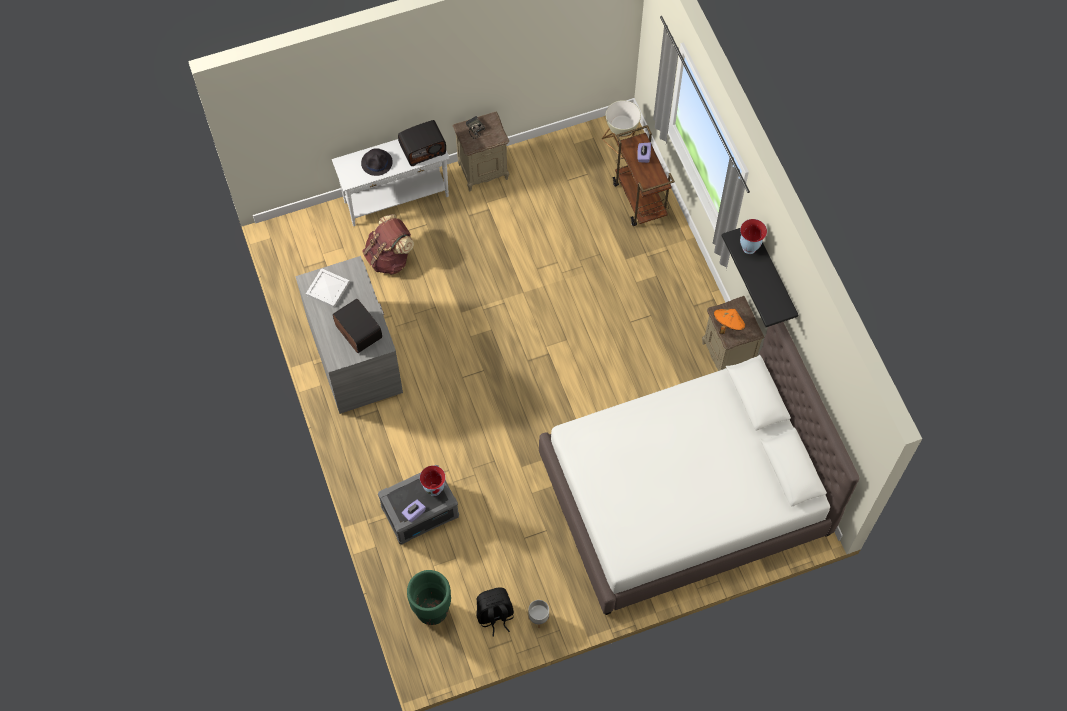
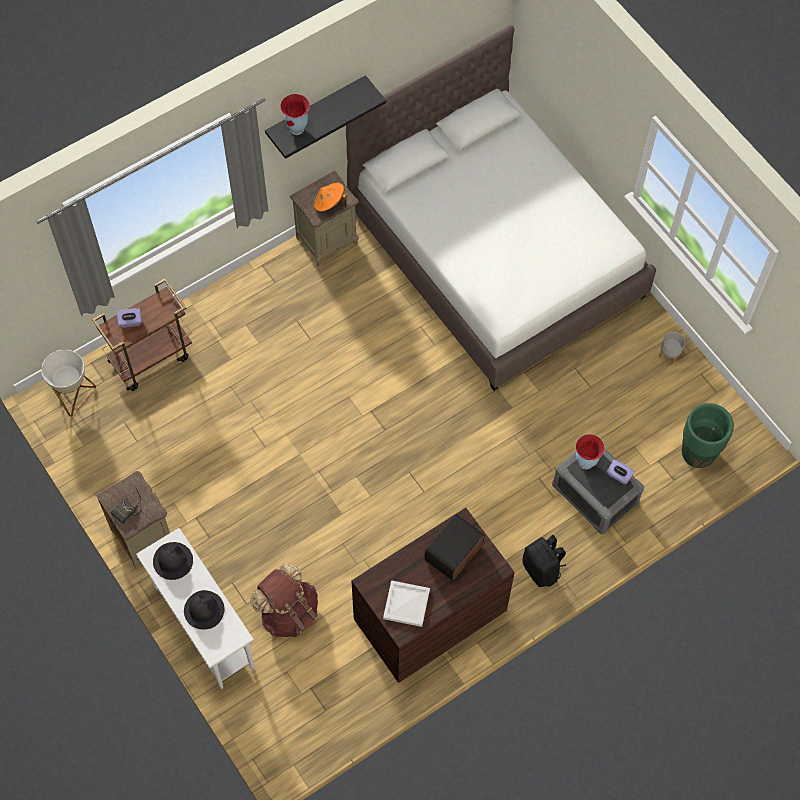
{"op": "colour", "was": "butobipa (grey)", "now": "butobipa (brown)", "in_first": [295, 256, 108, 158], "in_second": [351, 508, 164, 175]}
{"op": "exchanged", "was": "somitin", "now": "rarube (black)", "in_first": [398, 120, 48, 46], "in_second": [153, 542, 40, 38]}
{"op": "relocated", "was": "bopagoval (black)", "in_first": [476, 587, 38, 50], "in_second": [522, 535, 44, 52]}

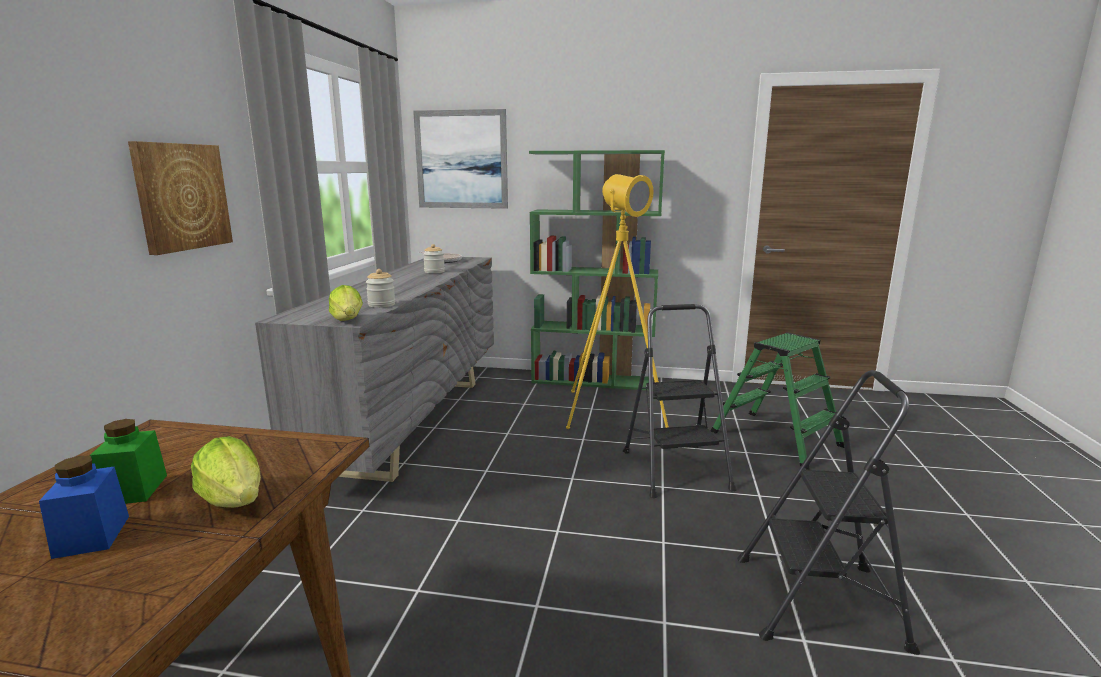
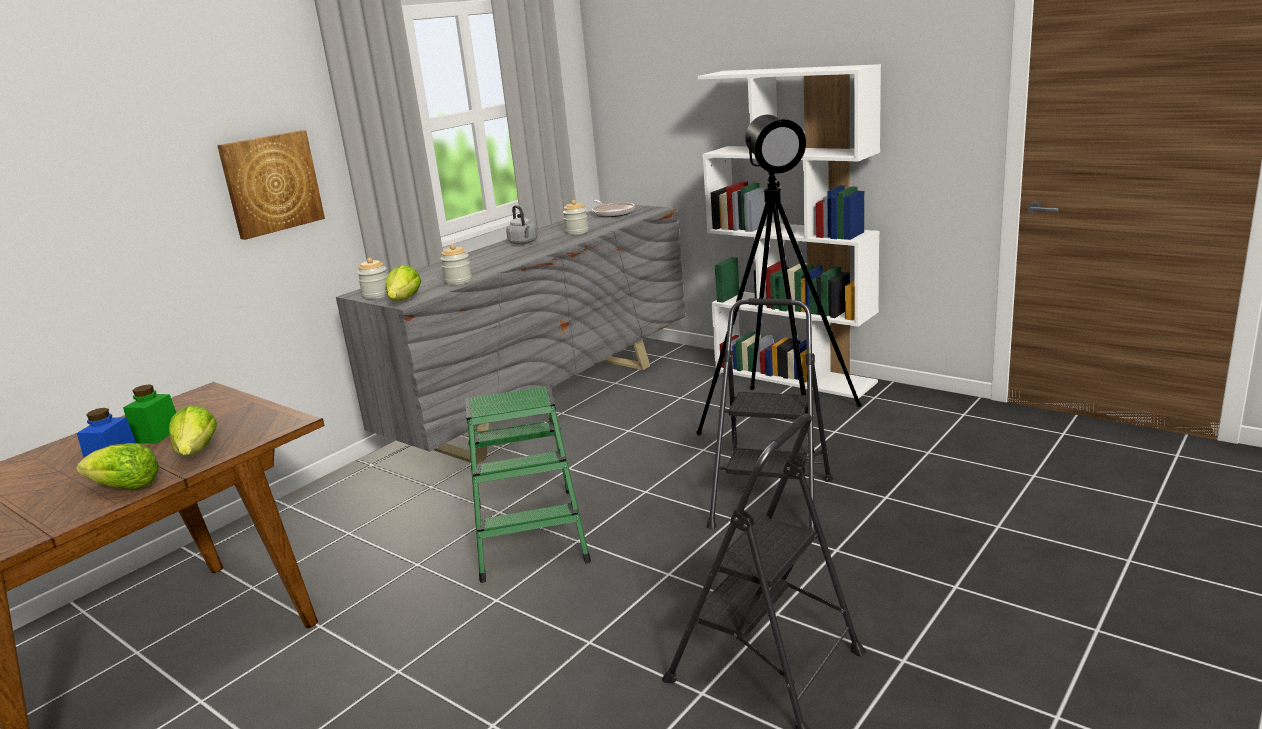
{"op": "missing", "was": "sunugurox", "in_first": [413, 109, 95, 100]}
{"op": "colour", "was": "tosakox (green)", "now": "tosakox (white)", "in_first": [529, 150, 136, 241], "in_second": [698, 64, 183, 335]}
{"op": "colour", "was": "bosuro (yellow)", "now": "bosuro (black)", "in_first": [566, 174, 103, 255], "in_second": [696, 115, 165, 338]}
{"op": "relocated", "was": "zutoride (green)", "in_first": [710, 332, 135, 138], "in_second": [465, 385, 126, 198]}
{"op": "appeared", "now": "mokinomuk", "in_second": [76, 443, 83, 46]}
{"op": "appeared", "now": "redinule", "in_second": [357, 258, 30, 41]}
{"op": "appeared", "now": "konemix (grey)", "in_second": [506, 205, 32, 40]}

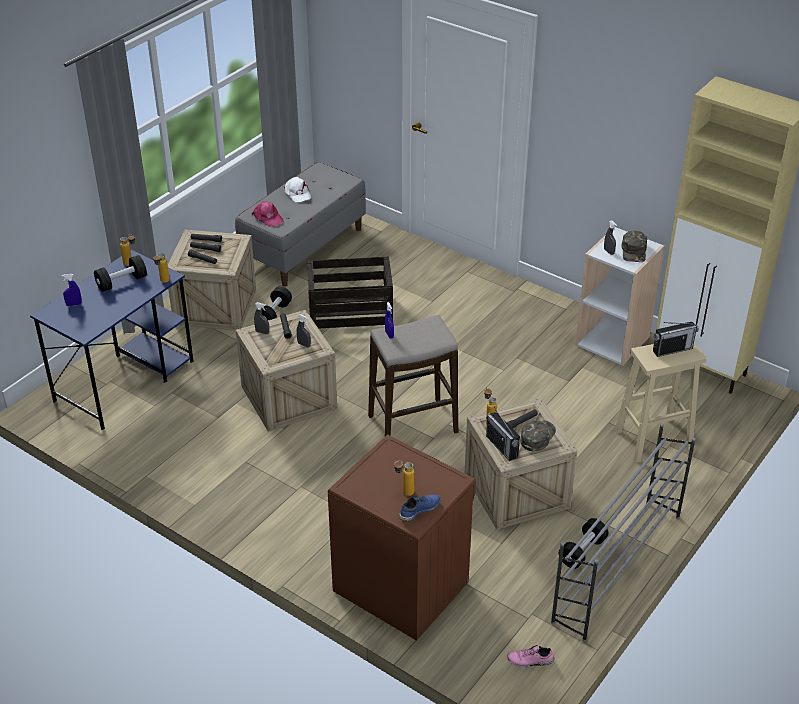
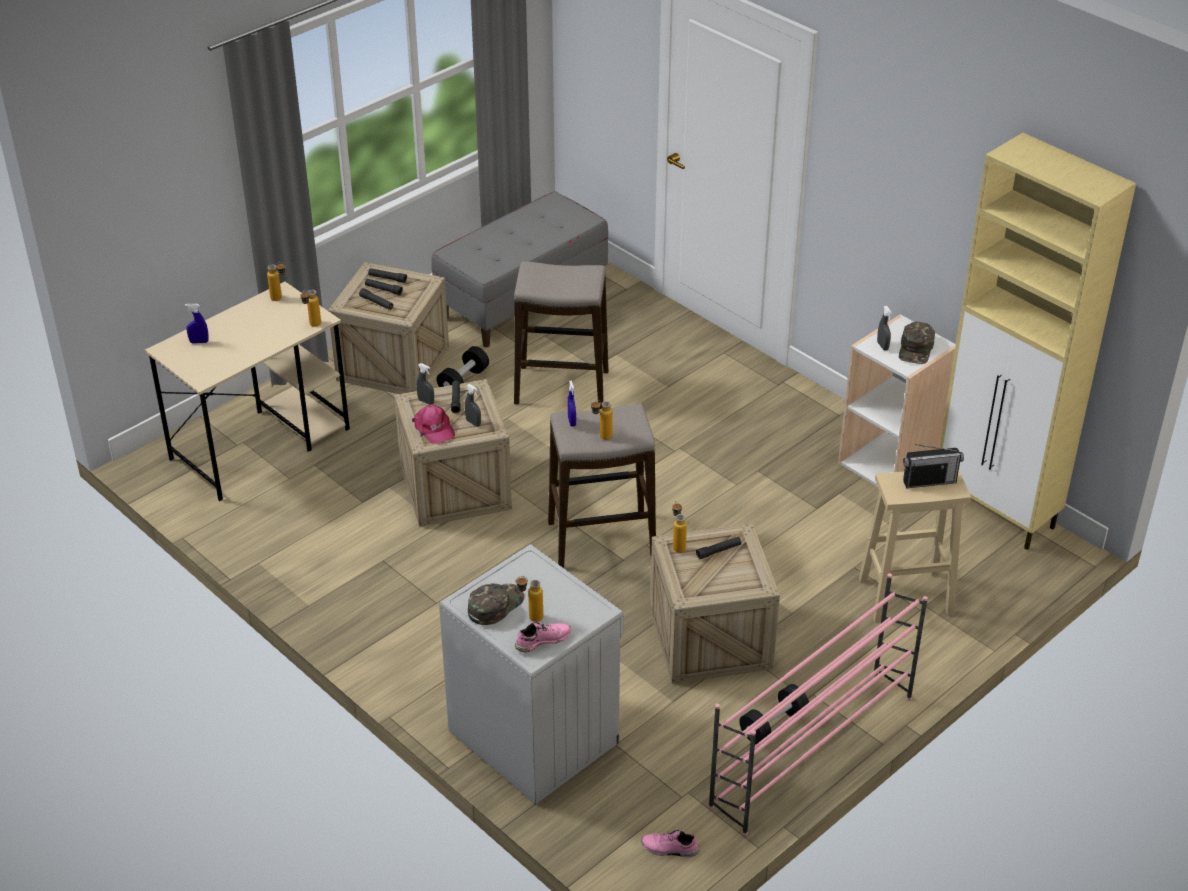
{"op": "colour", "was": "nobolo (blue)", "now": "nobolo (beige)", "in_first": [30, 250, 163, 180], "in_second": [145, 282, 205, 219]}
{"op": "missing", "was": "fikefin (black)", "in_first": [94, 255, 53, 37]}
{"op": "relocated", "was": "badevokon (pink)", "in_first": [252, 201, 32, 26], "in_second": [412, 404, 43, 40]}
{"op": "missing", "was": "badevokon (white)", "in_first": [284, 177, 27, 25]}
{"op": "exchanged", "was": "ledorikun", "now": "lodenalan", "in_first": [307, 257, 86, 72], "in_second": [514, 261, 95, 148]}
{"op": "colour", "was": "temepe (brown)", "now": "temepe (white)", "in_first": [328, 434, 148, 207], "in_second": [439, 544, 185, 260]}
{"op": "colour", "was": "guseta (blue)", "now": "guseta (pink)", "in_first": [399, 494, 42, 28], "in_second": [515, 622, 56, 30]}
{"op": "missing", "was": "somitin", "in_first": [486, 407, 34, 54]}
{"op": "relocated", "was": "badevokon (green)", "in_first": [520, 420, 36, 31], "in_second": [468, 583, 56, 42]}
{"op": "colour", "was": "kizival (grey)", "now": "kizival (pink)", "in_first": [551, 424, 145, 218], "in_second": [708, 573, 220, 263]}
{"op": "appeared", "now": "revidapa", "in_second": [591, 400, 22, 40]}

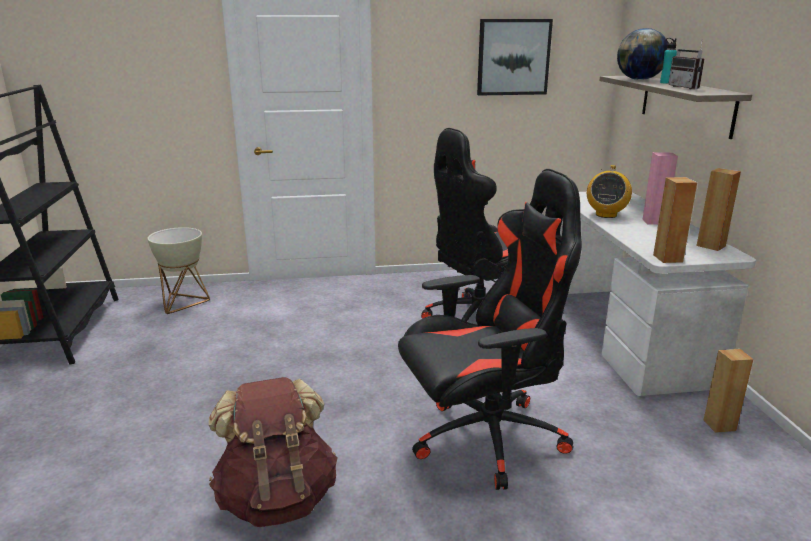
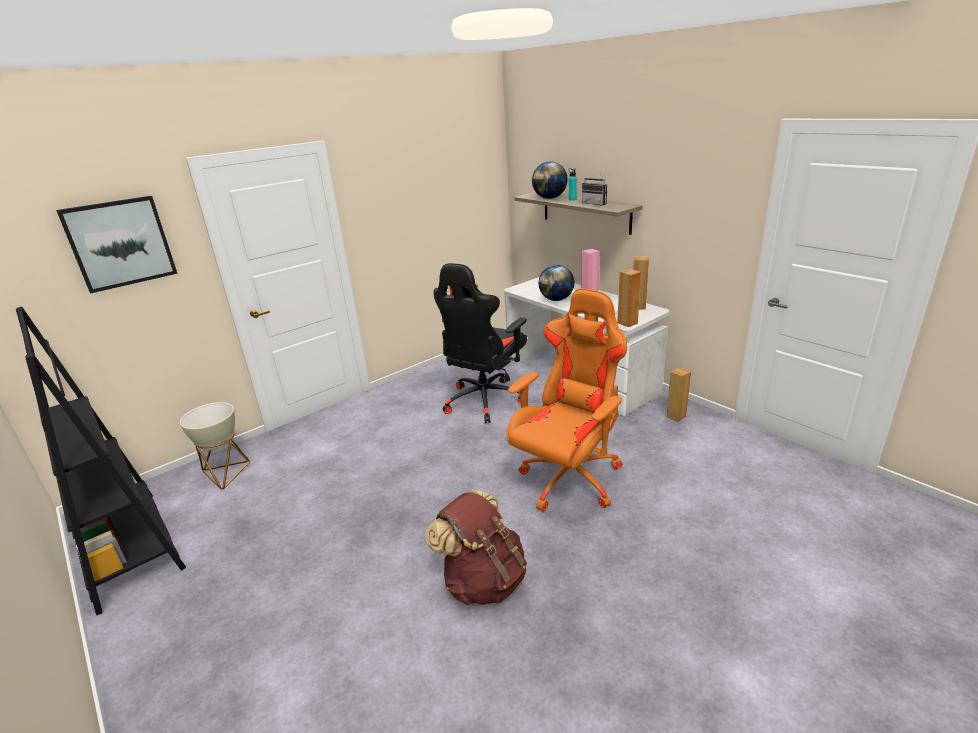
{"op": "colour", "was": "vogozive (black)", "now": "vogozive (orange)", "in_first": [398, 169, 184, 321], "in_second": [507, 289, 120, 222]}
{"op": "relocated", "was": "sunugurox", "in_first": [477, 19, 76, 77], "in_second": [56, 196, 121, 97]}
{"op": "exchanged", "was": "somitin", "now": "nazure", "in_first": [587, 165, 45, 53], "in_second": [538, 265, 37, 36]}

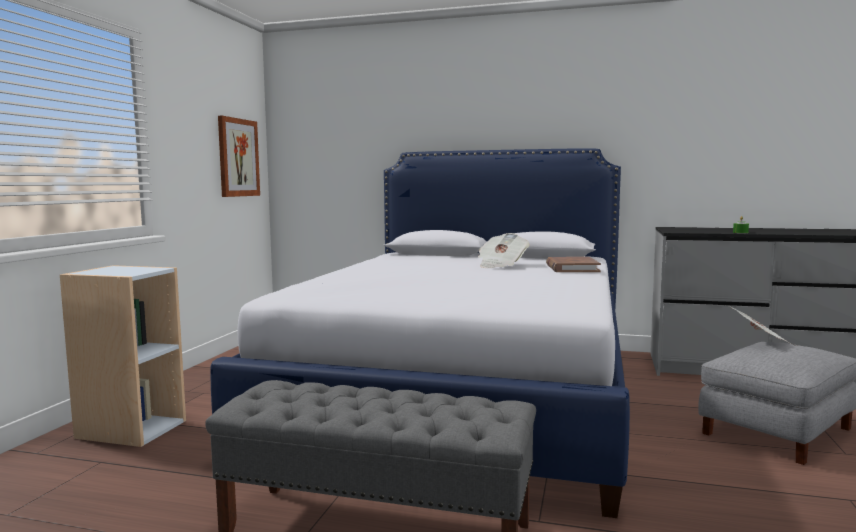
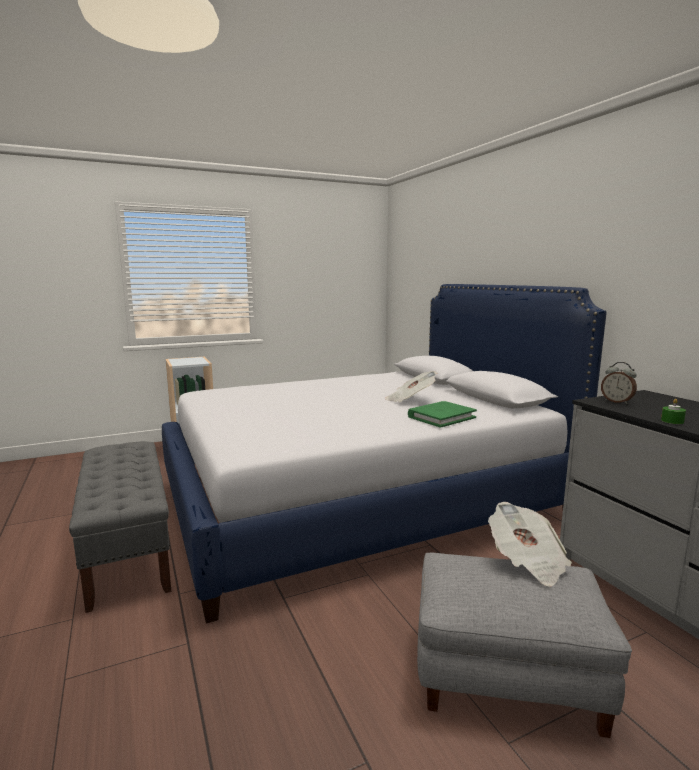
{"op": "missing", "was": "sunugurox", "in_first": [218, 116, 42, 81]}
{"op": "colour", "was": "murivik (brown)", "now": "murivik (green)", "in_first": [546, 257, 55, 15], "in_second": [408, 401, 69, 27]}
{"op": "appeared", "now": "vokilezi", "in_second": [601, 362, 36, 42]}

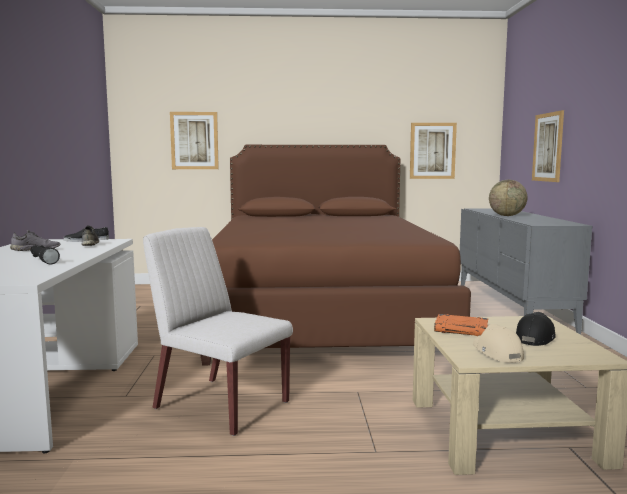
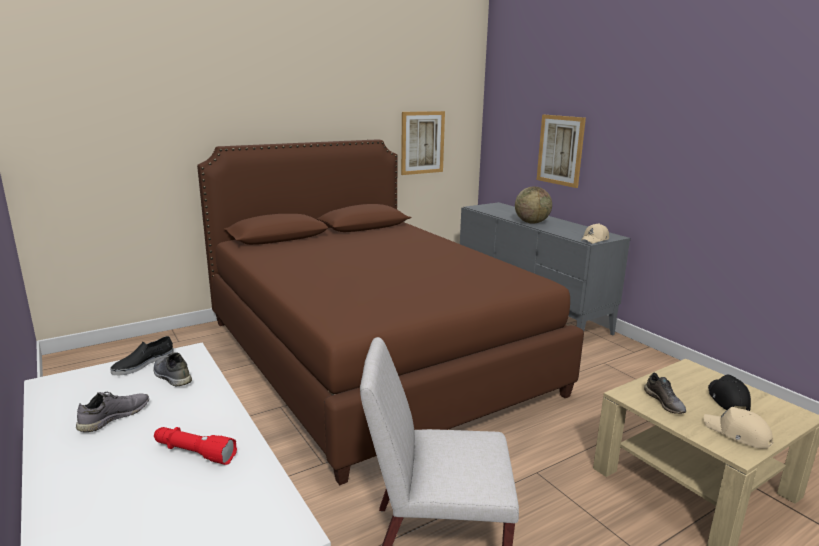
{"op": "colour", "was": "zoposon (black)", "now": "zoposon (red)", "in_first": [31, 245, 29, 19], "in_second": [154, 427, 83, 38]}
{"op": "missing", "was": "sunugurox", "in_first": [170, 112, 49, 57]}
{"op": "exchanged", "was": "murivik (orange)", "now": "guseta (grey)", "in_first": [434, 314, 54, 22], "in_second": [644, 373, 42, 41]}
{"op": "appeared", "now": "badevokon (beige)", "in_second": [582, 223, 27, 21]}

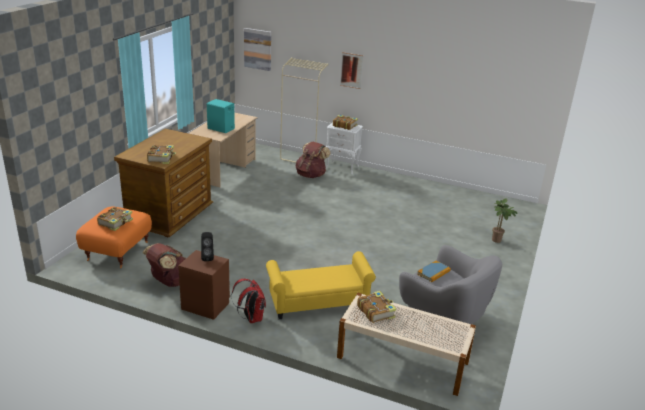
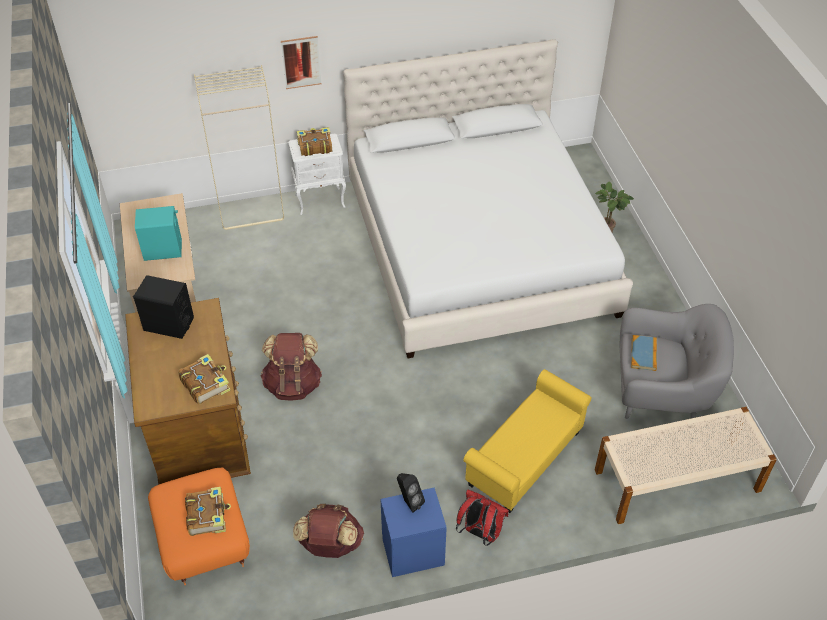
{"op": "colour", "was": "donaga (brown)", "now": "donaga (blue)", "in_first": [178, 250, 52, 70], "in_second": [380, 487, 67, 90]}
{"op": "missing", "was": "sunugurox", "in_first": [244, 28, 27, 43]}
{"op": "relocated", "was": "bopagoval (brown)", "in_first": [296, 142, 34, 36], "in_second": [261, 333, 61, 68]}
{"op": "missing", "was": "murivik", "in_first": [357, 291, 39, 32]}
{"op": "appeared", "now": "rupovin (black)", "in_second": [133, 275, 61, 64]}
{"op": "appeared", "now": "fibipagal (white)", "in_second": [343, 39, 290, 319]}

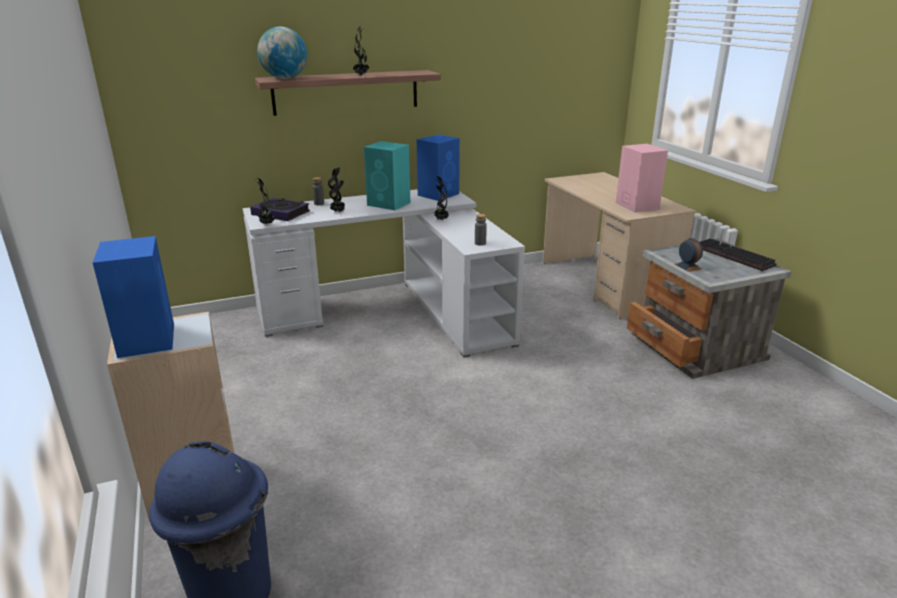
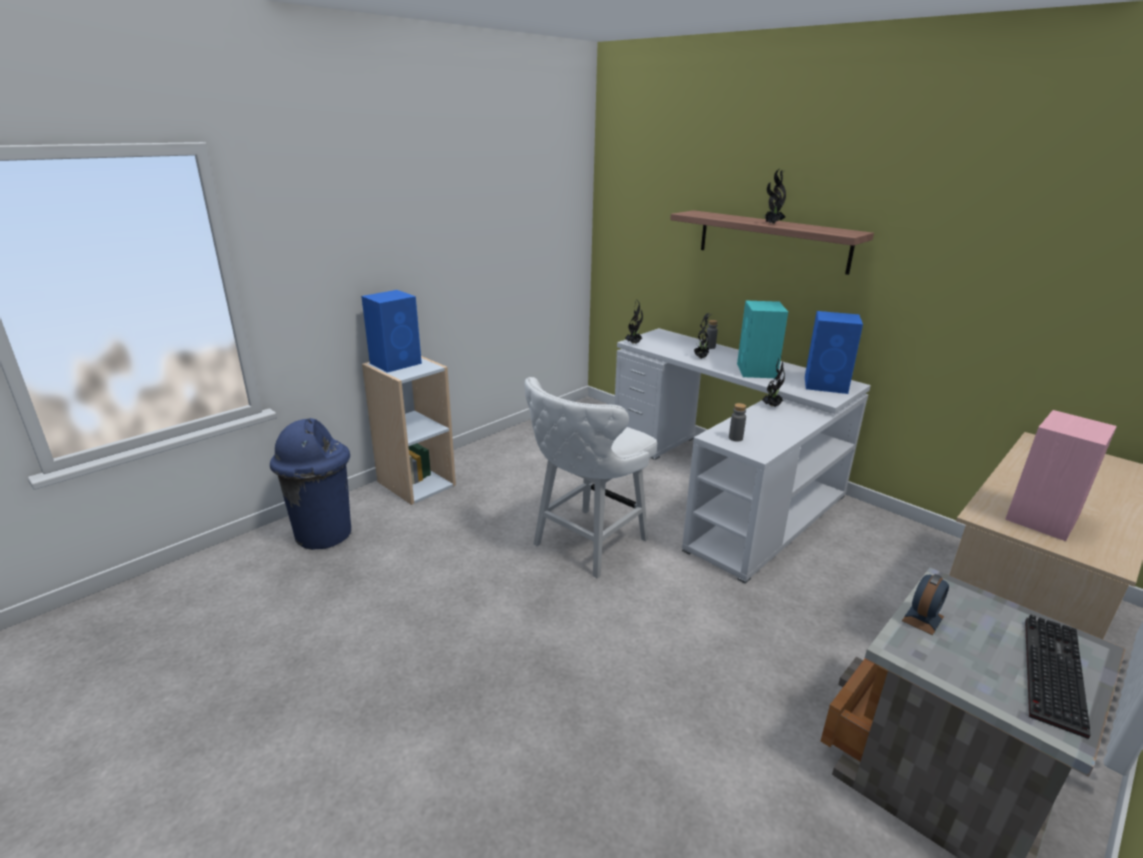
{"op": "missing", "was": "murivik", "in_first": [250, 198, 60, 23]}
{"op": "missing", "was": "nazure", "in_first": [257, 27, 50, 52]}
{"op": "appeared", "now": "lodenalan (white)", "in_second": [525, 377, 132, 202]}

